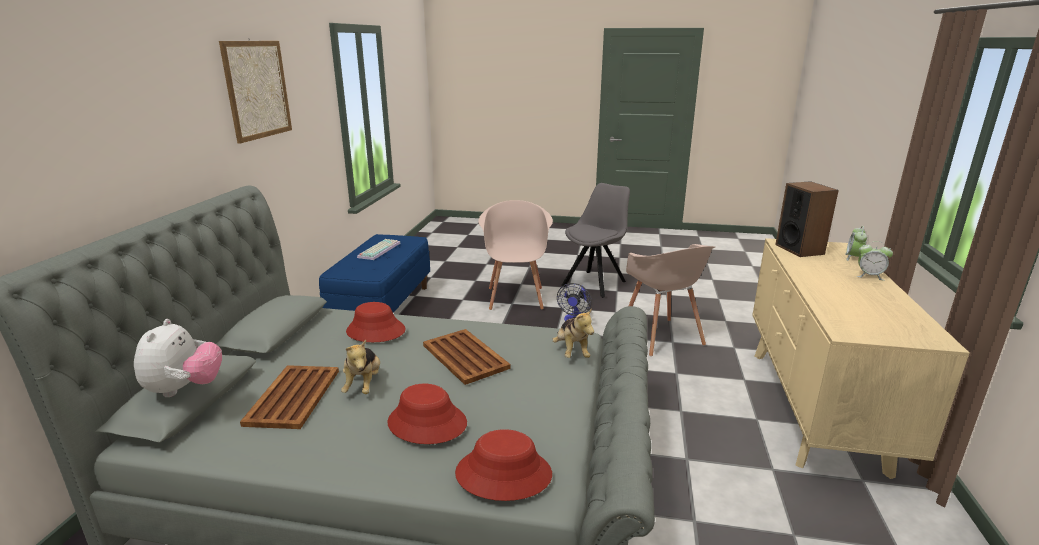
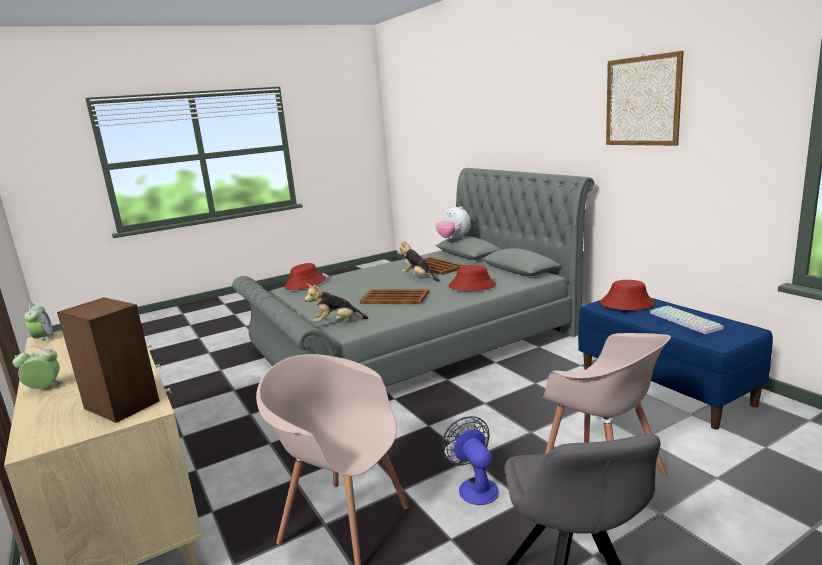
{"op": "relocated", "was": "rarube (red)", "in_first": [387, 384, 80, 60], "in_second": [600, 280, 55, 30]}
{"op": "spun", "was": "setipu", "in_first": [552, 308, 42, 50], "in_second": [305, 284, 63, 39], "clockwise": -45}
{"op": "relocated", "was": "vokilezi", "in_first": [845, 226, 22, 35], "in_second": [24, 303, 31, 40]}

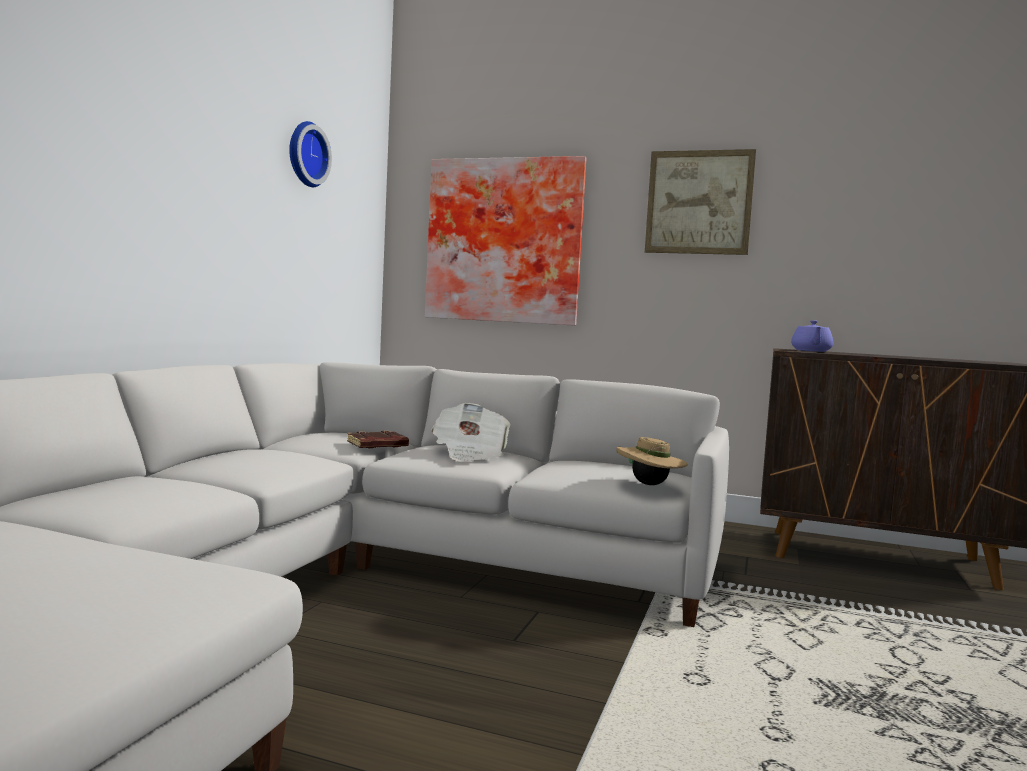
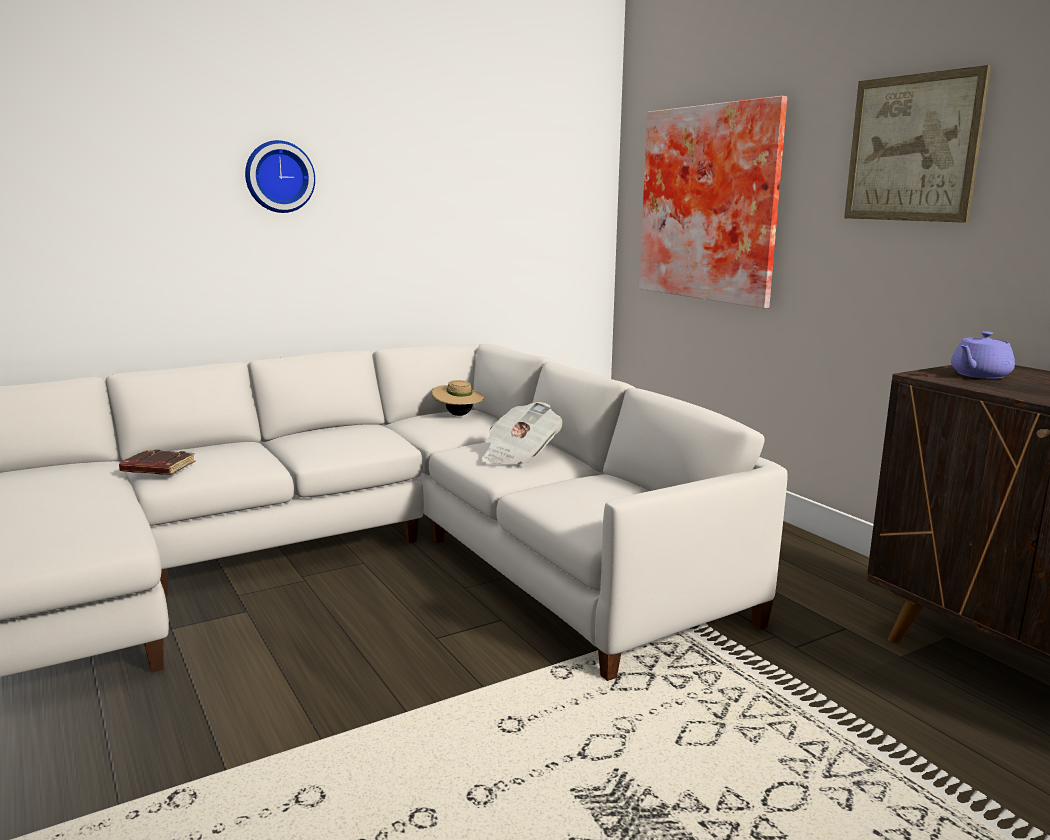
{"op": "relocated", "was": "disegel", "in_first": [289, 121, 43, 66], "in_second": [245, 140, 70, 73]}
{"op": "relocated", "was": "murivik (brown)", "in_first": [347, 431, 62, 17], "in_second": [119, 450, 76, 25]}
{"op": "relocated", "was": "rarube (beige)", "in_first": [616, 437, 72, 48], "in_second": [432, 380, 53, 36]}

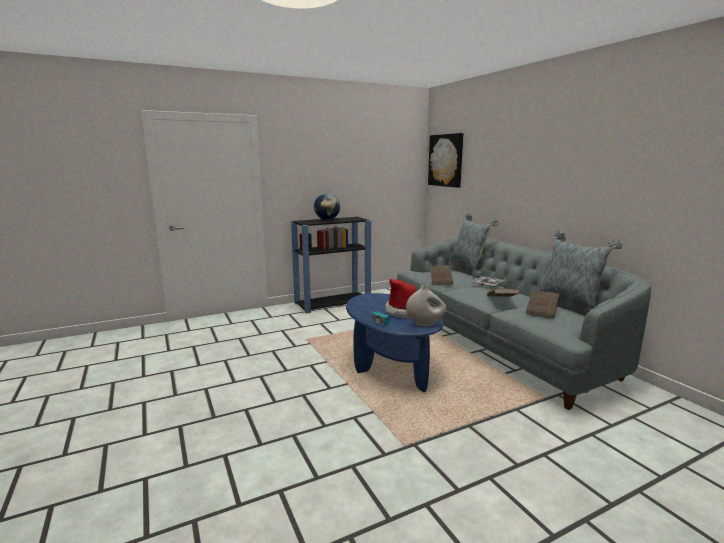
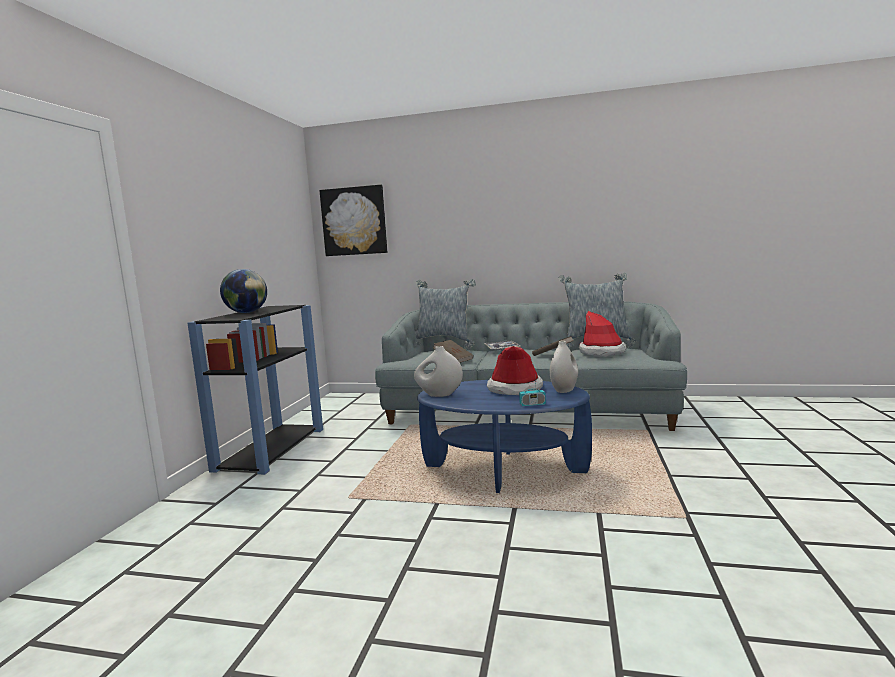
{"op": "exchanged", "was": "murivik (brown)", "now": "rarube", "in_first": [526, 290, 34, 28], "in_second": [579, 311, 48, 46]}
{"op": "appeared", "now": "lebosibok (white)", "in_second": [414, 346, 49, 51]}

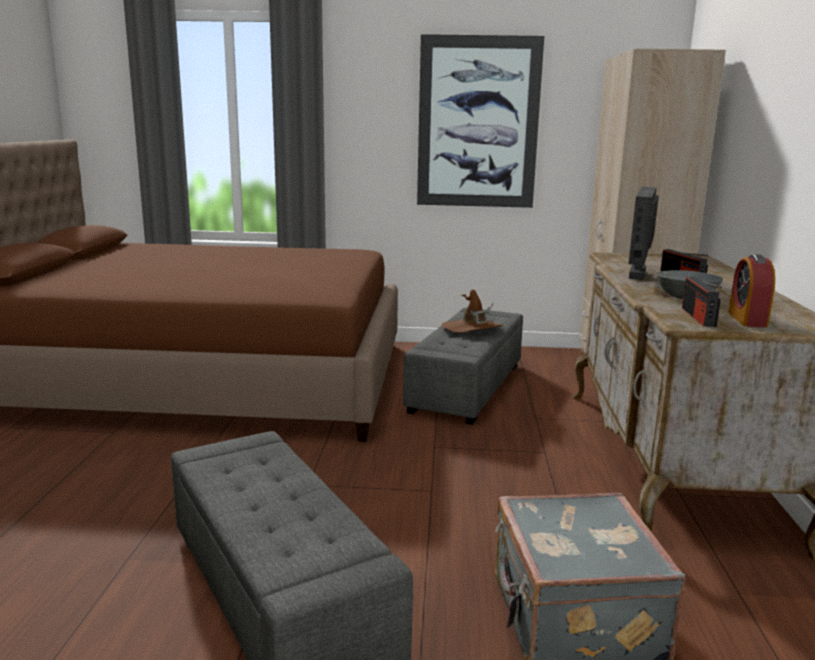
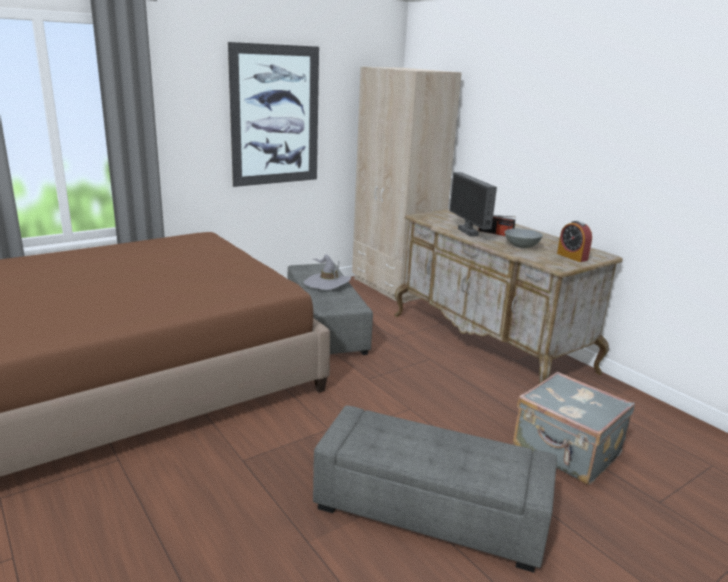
{"op": "colour", "was": "rarube (brown)", "now": "rarube (grey)", "in_first": [441, 289, 62, 44], "in_second": [304, 254, 47, 36]}
{"op": "missing", "was": "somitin", "in_first": [682, 277, 40, 50]}

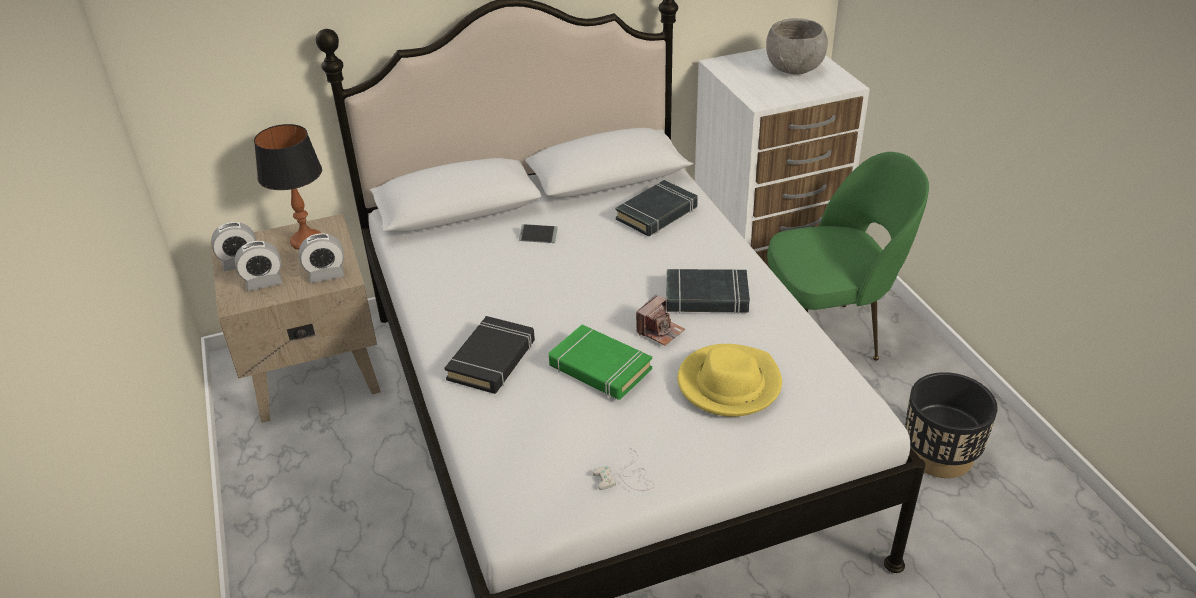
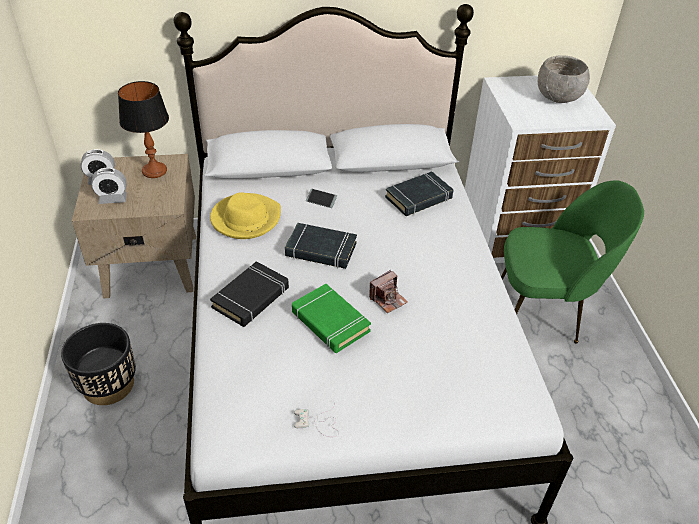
{"op": "missing", "was": "vokilezi", "in_first": [299, 233, 45, 50]}
{"op": "relocated", "was": "murivik (black)", "in_first": [667, 269, 83, 45], "in_second": [285, 223, 72, 46]}
{"op": "relocated", "was": "rarube (yellow)", "in_first": [677, 344, 105, 73], "in_second": [210, 192, 71, 47]}
{"op": "relocated", "was": "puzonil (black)", "in_first": [905, 372, 93, 106], "in_second": [61, 323, 75, 82]}

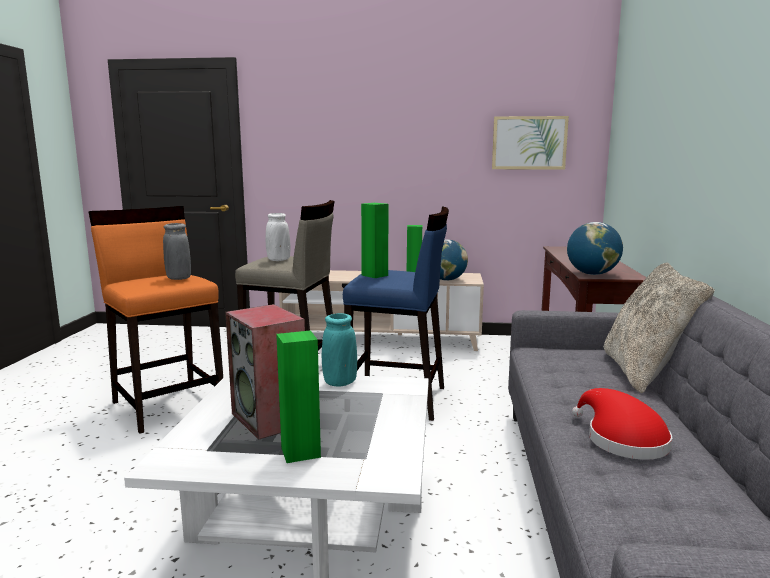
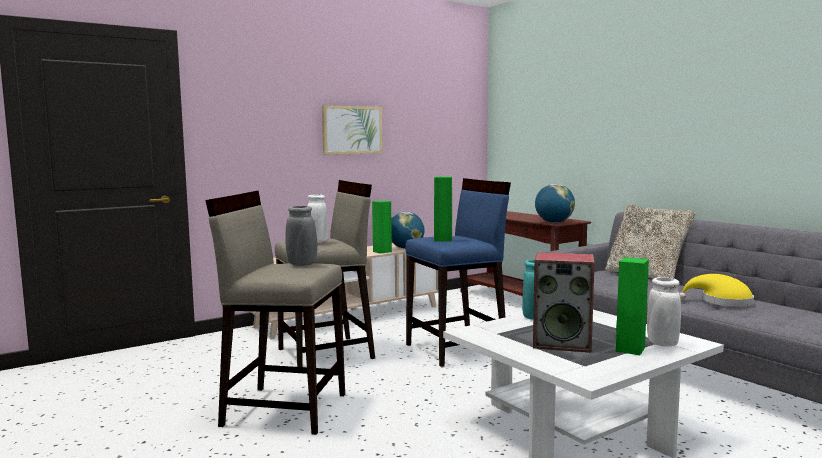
{"op": "colour", "was": "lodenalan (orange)", "now": "lodenalan (beige)", "in_first": [89, 206, 134, 228], "in_second": [205, 191, 140, 244]}
{"op": "relocated", "was": "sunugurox", "in_first": [492, 116, 77, 54], "in_second": [322, 105, 61, 50]}
{"op": "colour", "was": "rarube (red)", "now": "rarube (yellow)", "in_first": [572, 388, 100, 71], "in_second": [679, 274, 75, 33]}
{"op": "appeared", "now": "lebosibok (white)", "in_second": [647, 277, 34, 70]}

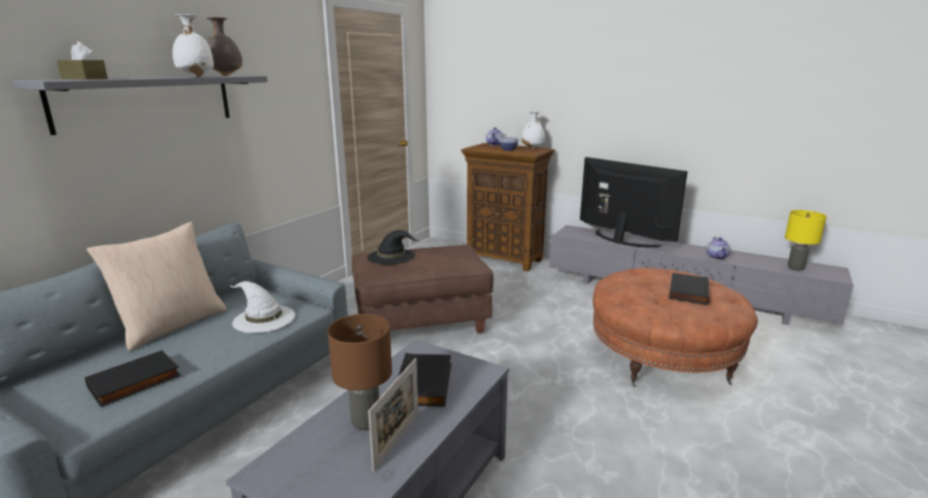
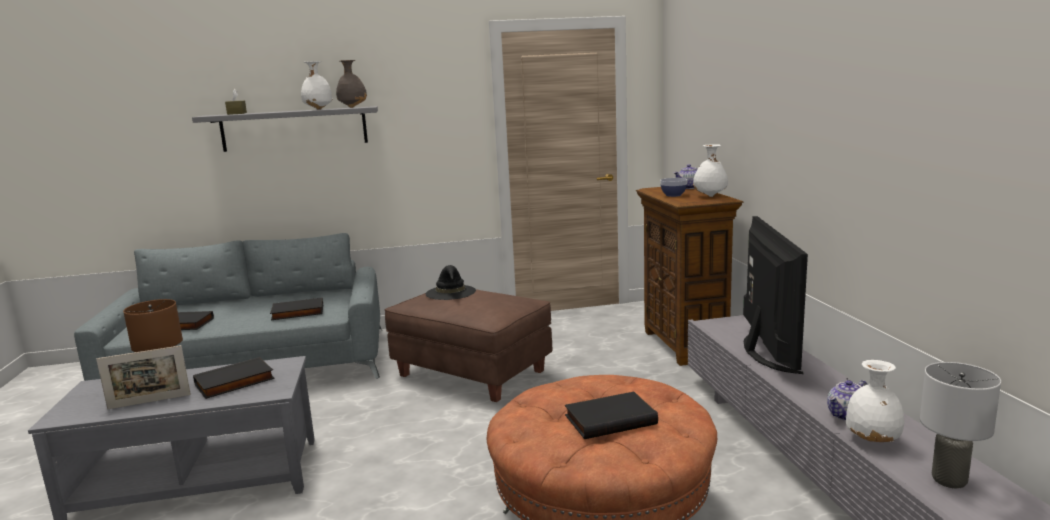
{"op": "missing", "was": "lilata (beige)", "in_first": [86, 222, 141, 129]}
{"op": "exchanged", "was": "rarube (white)", "now": "murivik (black)", "in_first": [230, 281, 65, 52], "in_second": [270, 298, 53, 22]}
{"op": "colour", "was": "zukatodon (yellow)", "now": "zukatodon (white)", "in_first": [785, 210, 42, 61], "in_second": [920, 362, 81, 127]}
{"op": "appeared", "now": "lebosibok (white)", "in_second": [846, 360, 58, 82]}

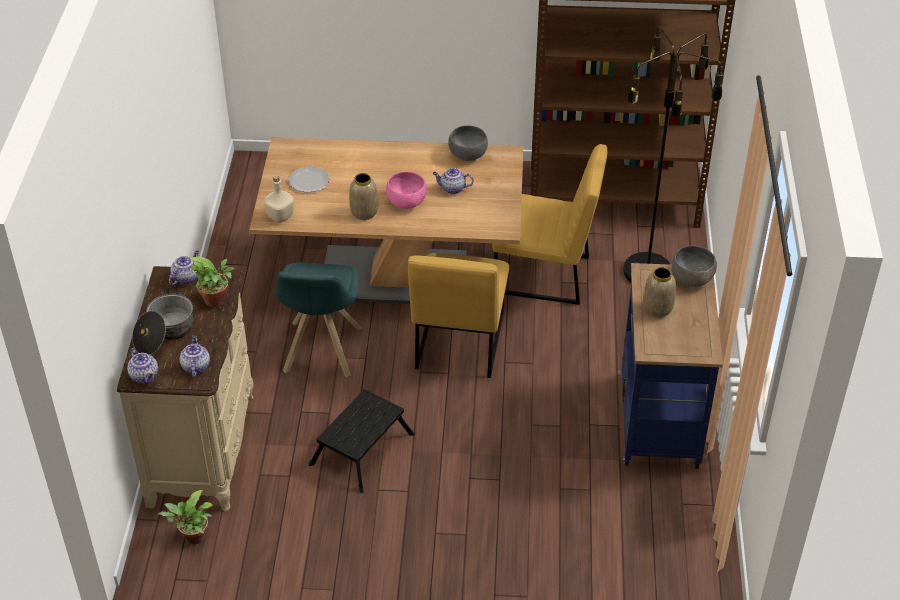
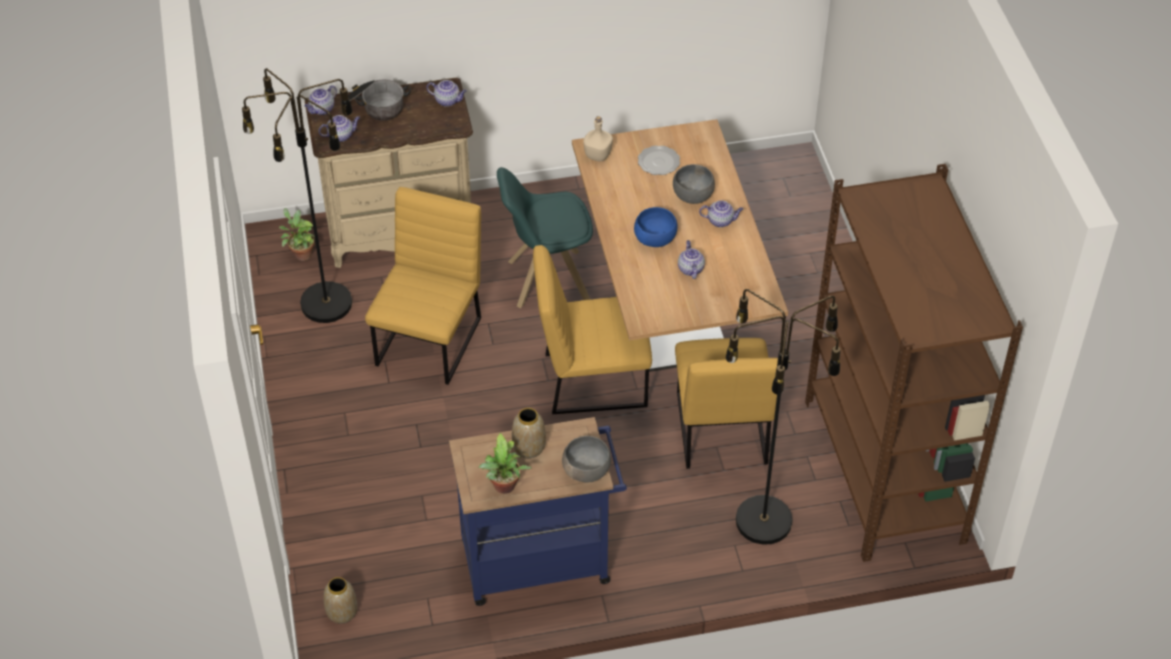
{"op": "relocated", "was": "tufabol", "in_first": [189, 256, 45, 51], "in_second": [478, 433, 53, 61]}
{"op": "exchanged", "was": "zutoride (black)", "now": "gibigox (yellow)", "in_first": [309, 389, 106, 104], "in_second": [365, 187, 116, 198]}
{"op": "relocated", "was": "lebosibok", "in_first": [349, 173, 29, 47], "in_second": [324, 577, 33, 47]}
{"op": "colour", "was": "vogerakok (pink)", "now": "vogerakok (blue)", "in_first": [386, 172, 41, 37], "in_second": [634, 207, 44, 40]}
{"op": "relocated", "was": "vogerakok (grey)", "in_first": [448, 125, 40, 36], "in_second": [673, 164, 42, 40]}
{"op": "appeared", "now": "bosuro", "in_second": [242, 68, 110, 255]}
{"op": "appeared", "now": "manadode", "in_second": [699, 200, 44, 27]}

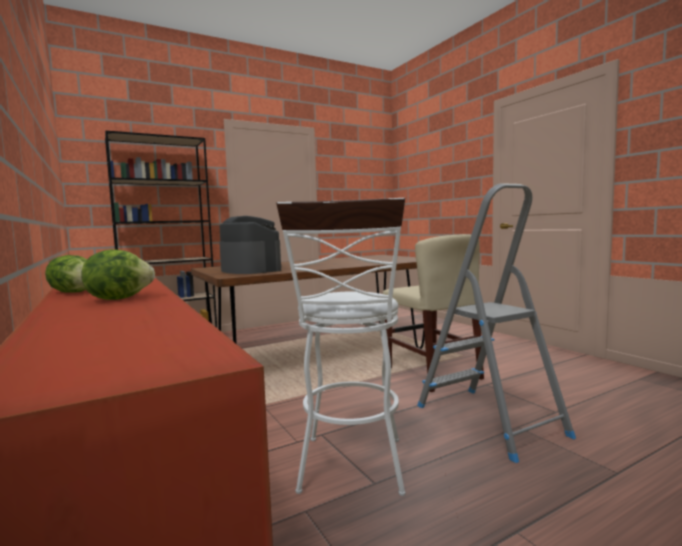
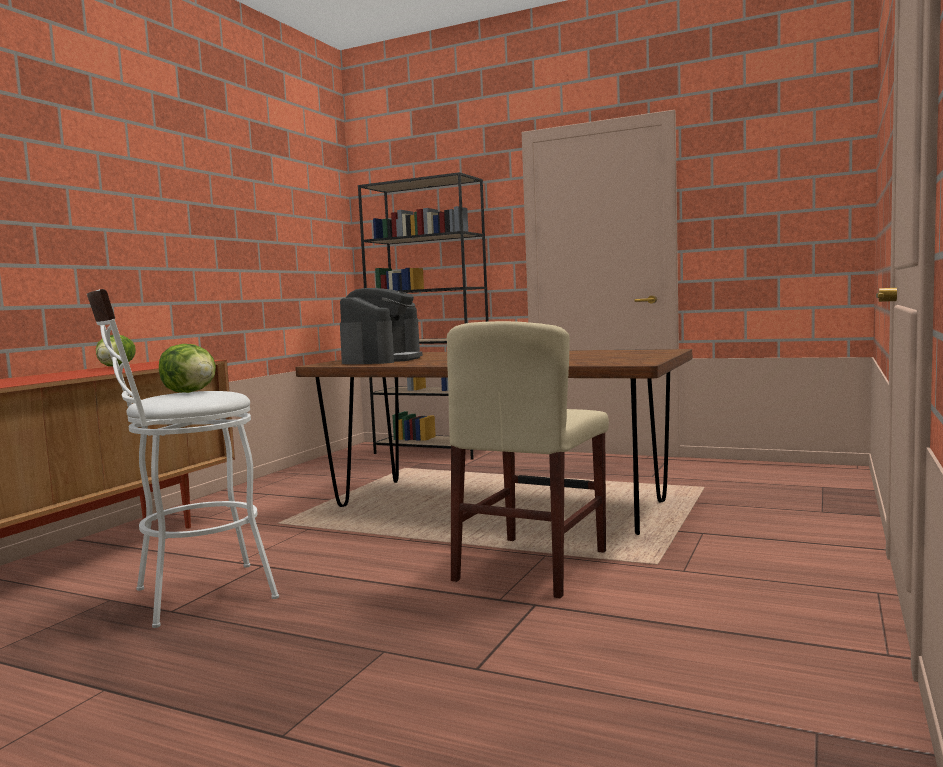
{"op": "relocated", "was": "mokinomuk", "in_first": [81, 249, 74, 51], "in_second": [159, 344, 57, 49]}
{"op": "missing", "was": "zutoride (grey)", "in_first": [417, 183, 159, 280]}

